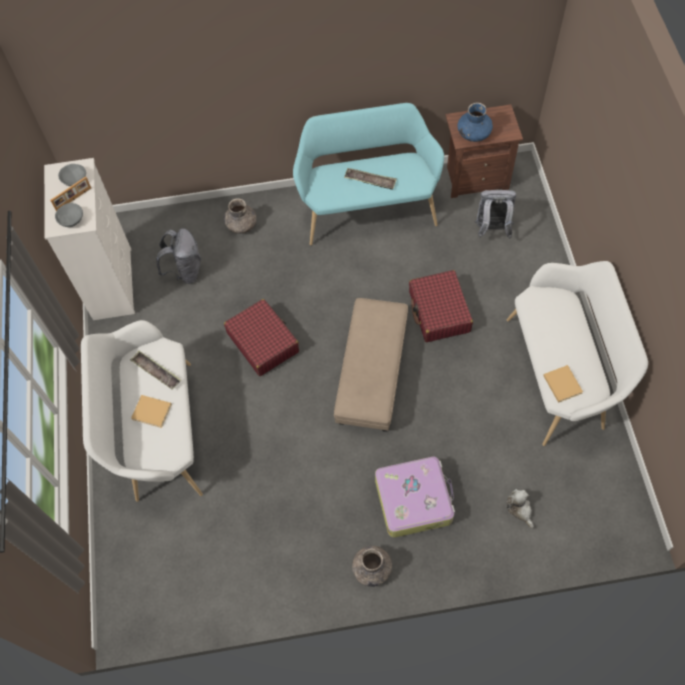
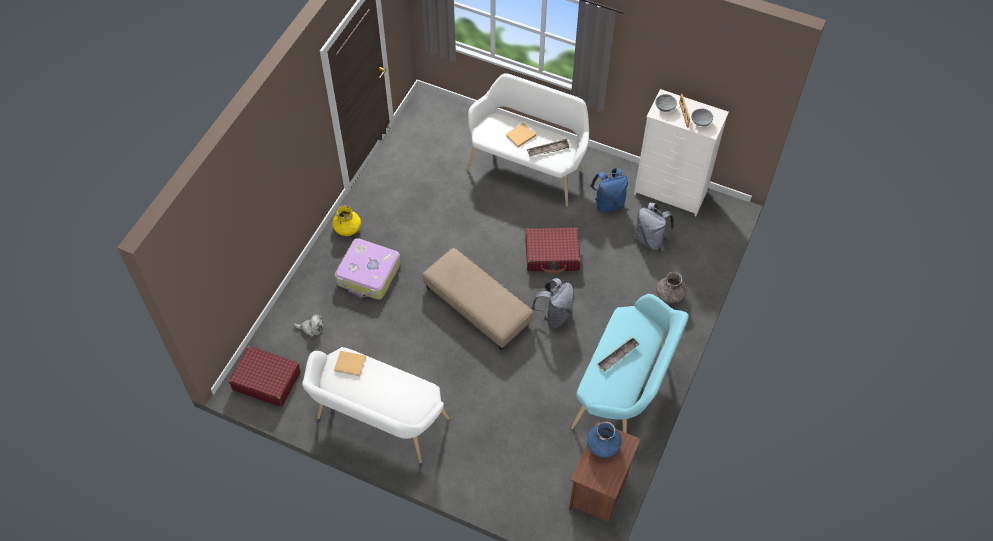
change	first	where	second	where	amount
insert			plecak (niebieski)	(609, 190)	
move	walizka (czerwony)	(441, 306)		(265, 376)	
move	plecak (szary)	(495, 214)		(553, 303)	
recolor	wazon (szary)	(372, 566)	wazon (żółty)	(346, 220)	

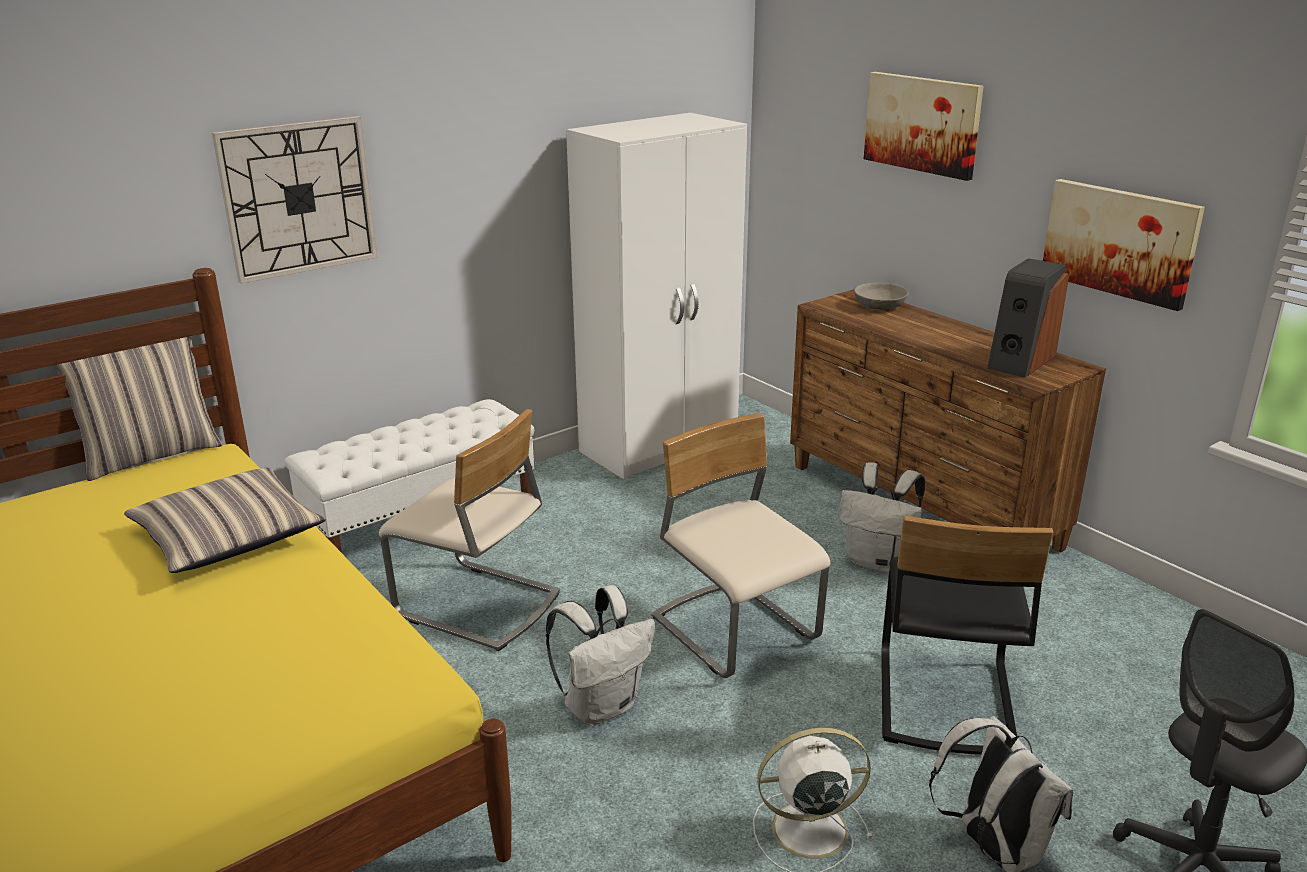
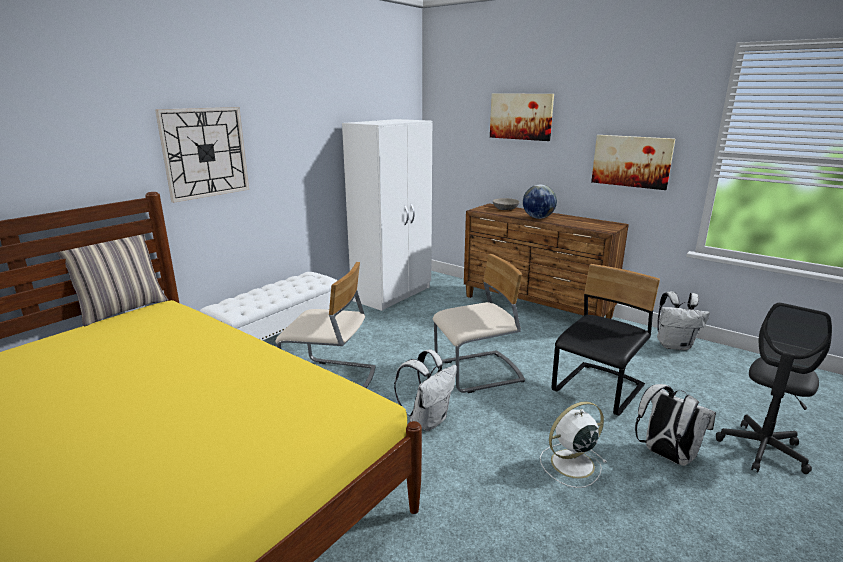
change	first	where	second	where	amount
delete	poduszka	(225, 520)			
delete	głośnik	(1028, 318)			
insert			globus	(540, 201)	
move	plecak (biały)	(882, 517)		(683, 321)	
rotate	krzesło (beżowy)	(741, 545)		(479, 323)	120 degrees clockwise
rotate	krzesło (czarny)	(967, 635)		(605, 340)	135 degrees counterclockwise

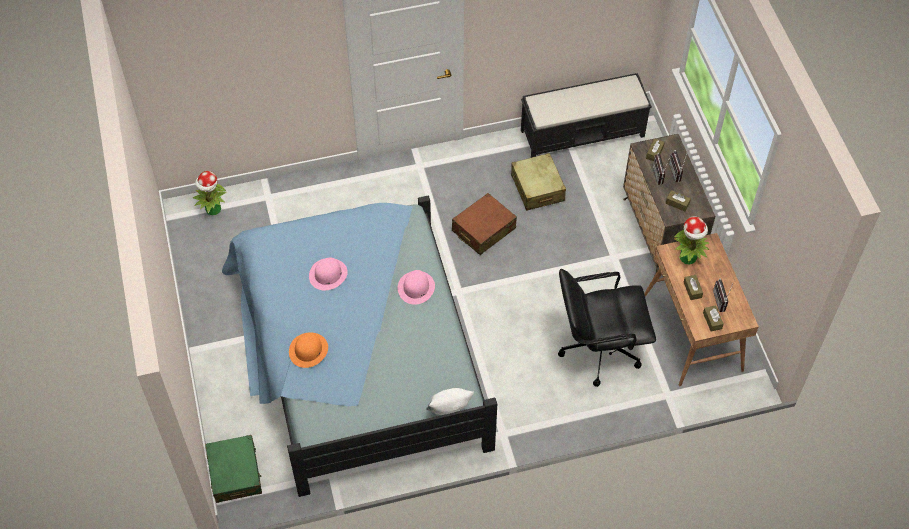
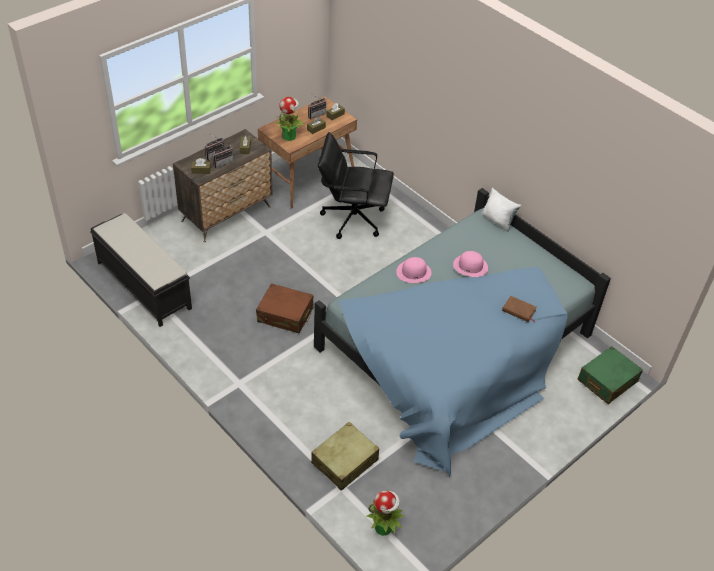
change	first	where	second	where	amount
move	kapelusz (różowy)	(328, 274)		(470, 264)	
move	walizka (beżowy)	(538, 182)		(345, 456)	
replace	kapelusz (pomarańczowy)	(308, 350)	książka (brązowy)	(519, 309)	
rotate	krzesło biurowe (czarny)	(607, 328)		(356, 185)	135 degrees clockwise

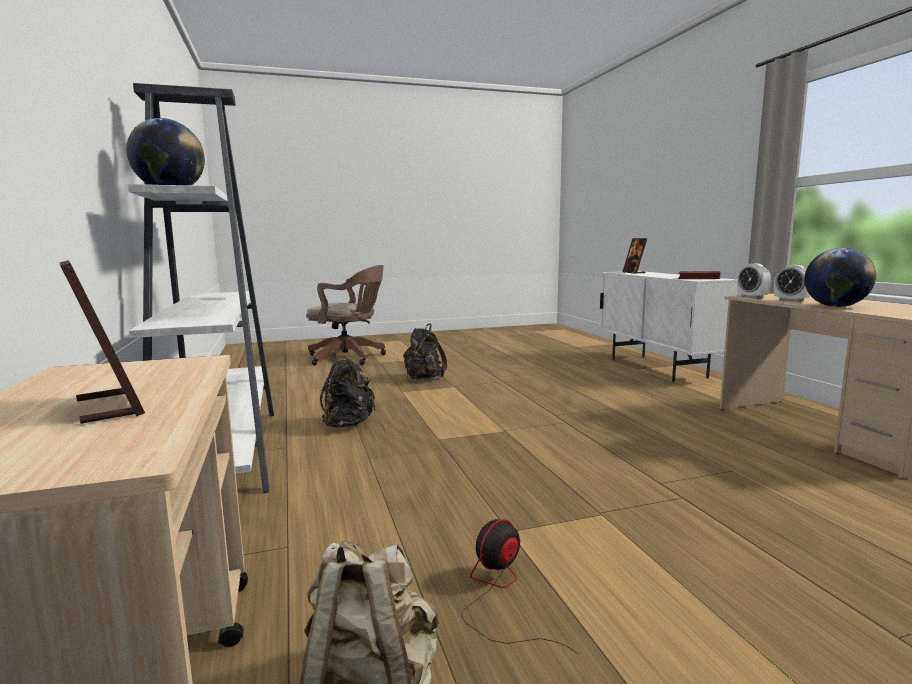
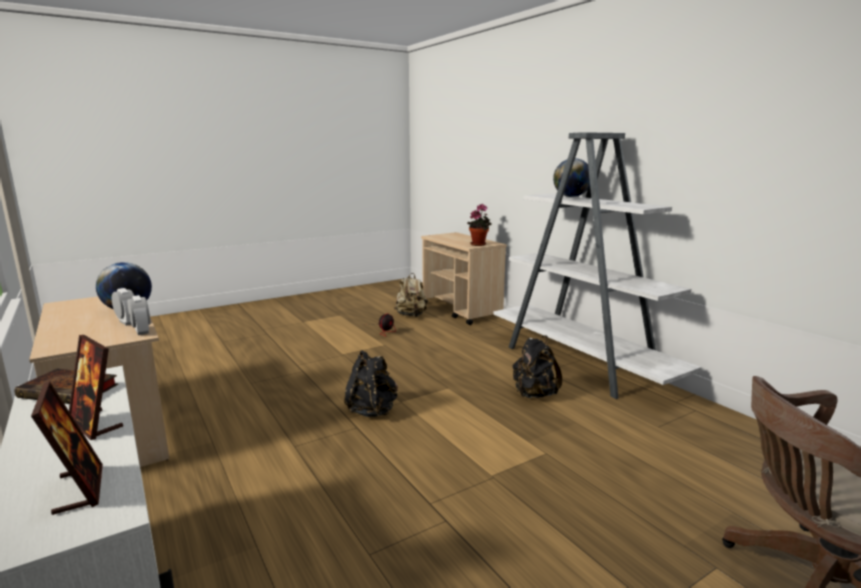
change	first	where	second	where	amount
insert			roślina doniczkowa	(479, 225)	
move	ramka na zdjęcie	(102, 342)		(96, 387)	
move	plecak (czarny)	(425, 352)		(371, 384)	

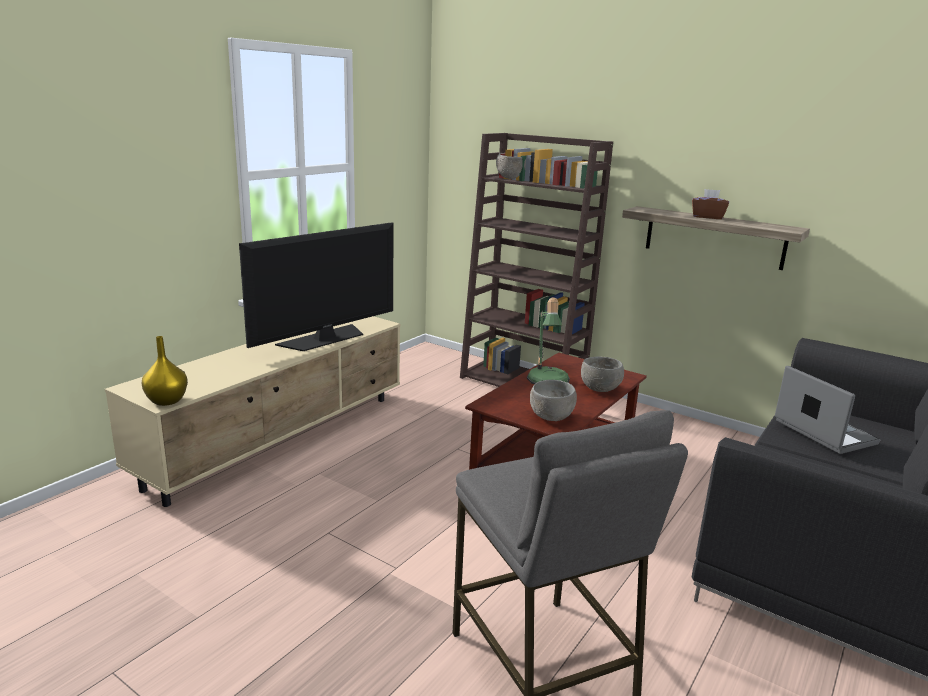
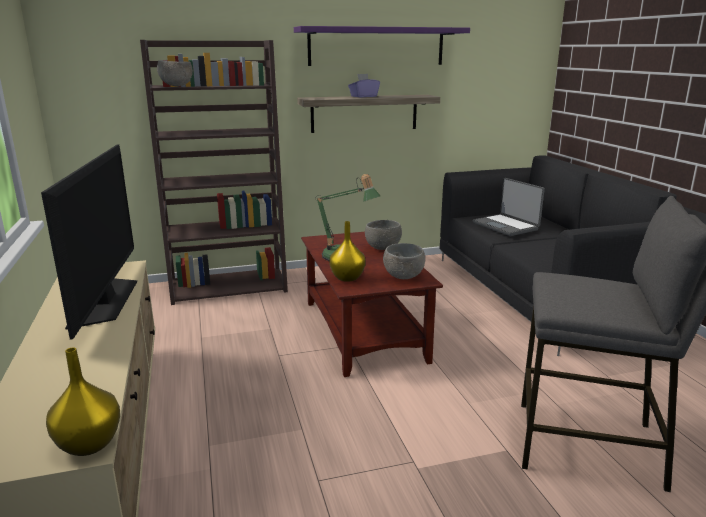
change	first	where	second	where	amount
insert			półka (fioletowy)	(382, 46)	
insert			wazon (żółty)	(347, 251)	
recolor	pudełko chusteczek (brązowy)	(710, 204)	pudełko chusteczek (fioletowy)	(364, 85)	
rotate	laptop	(827, 410)		(509, 207)	135 degrees counterclockwise

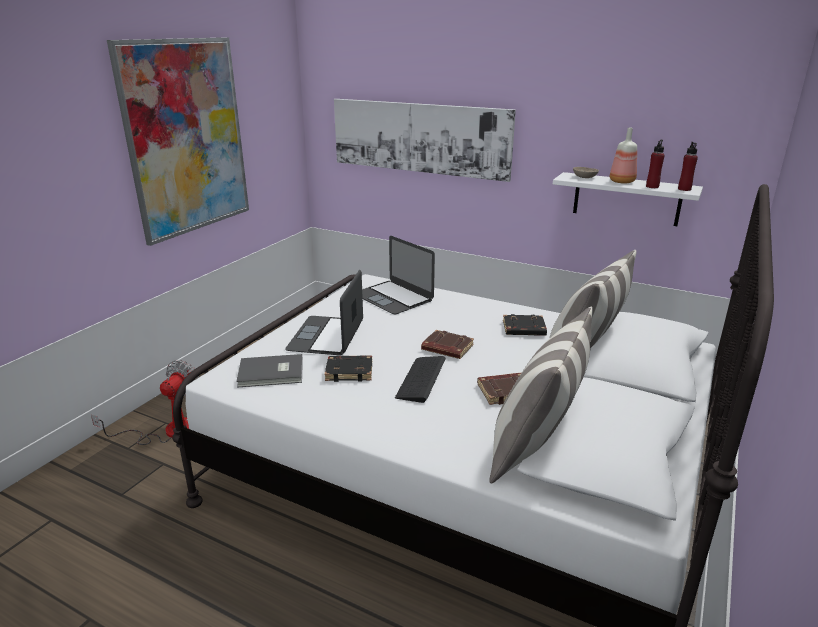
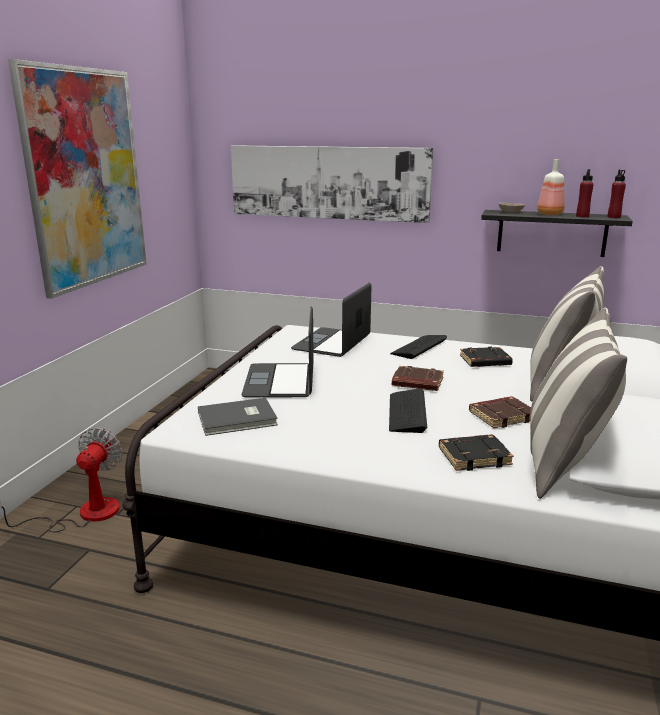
change	first	where	second	where	amount
insert			klawiatura	(418, 347)	
move	książka (czarny)	(348, 369)		(476, 452)	
recolor	półka (biały)	(628, 199)	półka (czarny)	(557, 233)	
rotate	laptop	(398, 275)		(331, 319)	75 degrees clockwise

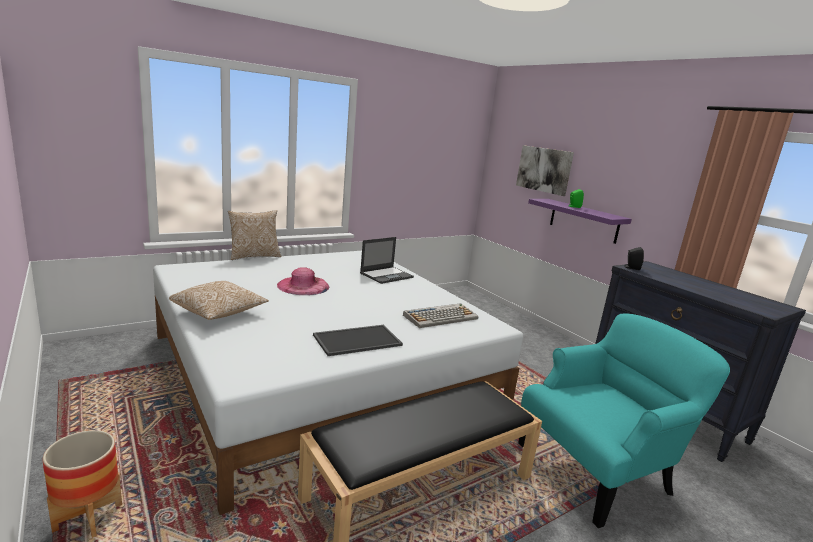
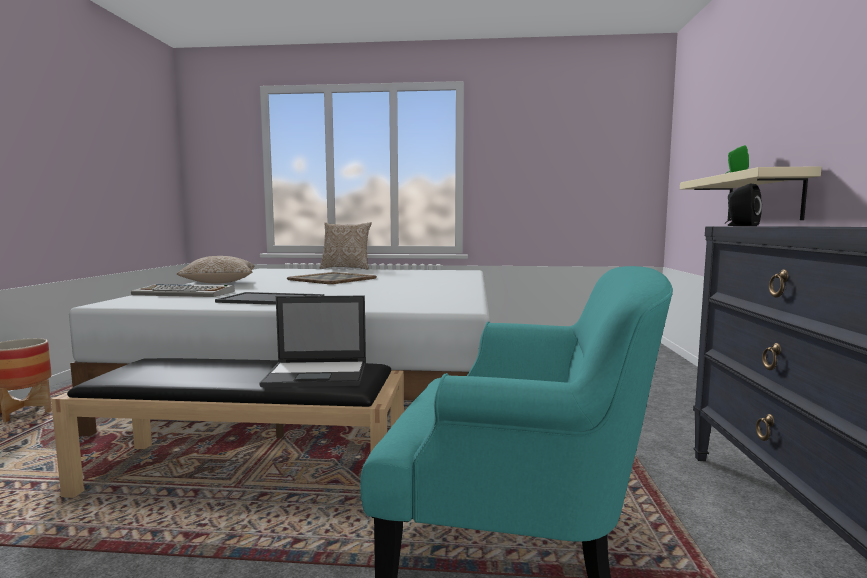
change	first	where	second	where	amount
delete	obraz	(545, 170)			
move	laptop	(387, 260)		(313, 341)	
move	klawiatura	(440, 315)		(183, 290)	
replace	kapelusz (różowy)	(303, 281)	taca	(332, 278)	
recolor	półka (fioletowy)	(580, 221)	półka (beżowy)	(751, 193)	

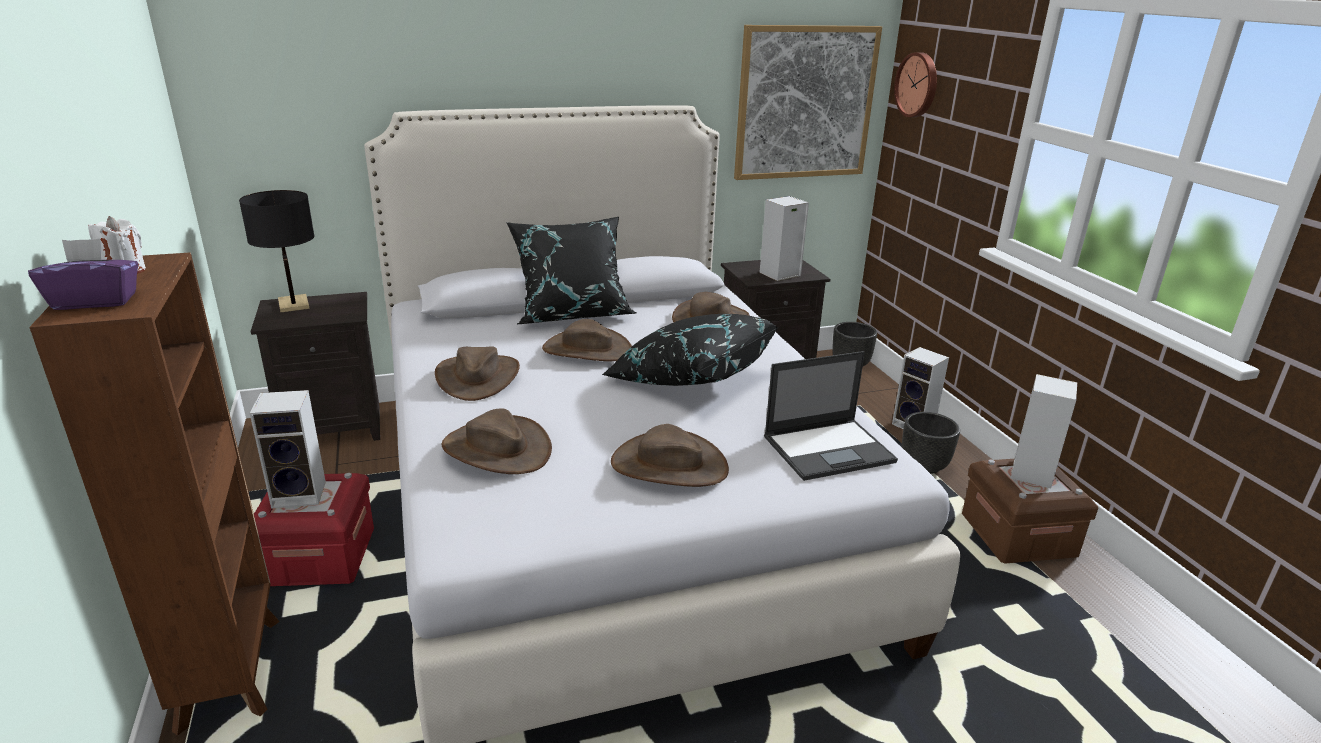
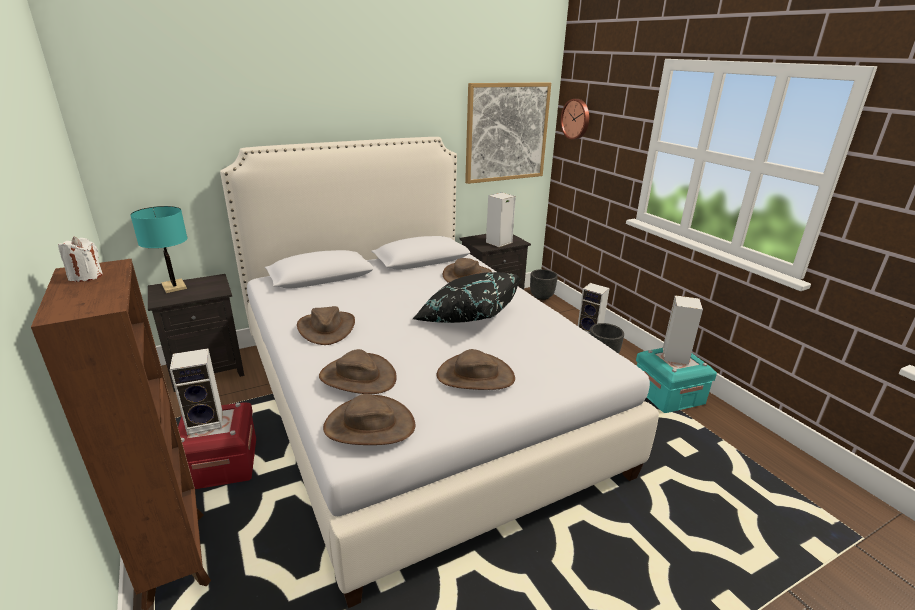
change	first	where	second	where	amount
delete	pudełko chusteczek (fioletowy)	(83, 274)			
delete	poduszka (czarny)	(571, 270)			
delete	laptop	(831, 416)			
move	kapelusz (brązowy)	(587, 340)		(369, 419)	
recolor	lampa stołowa (czarny)	(277, 251)	lampa stołowa (turkusowy)	(158, 249)	
recolor	pojemnik do przechowywania (brązowy)	(1030, 511)	pojemnik do przechowywania (turkusowy)	(676, 380)	

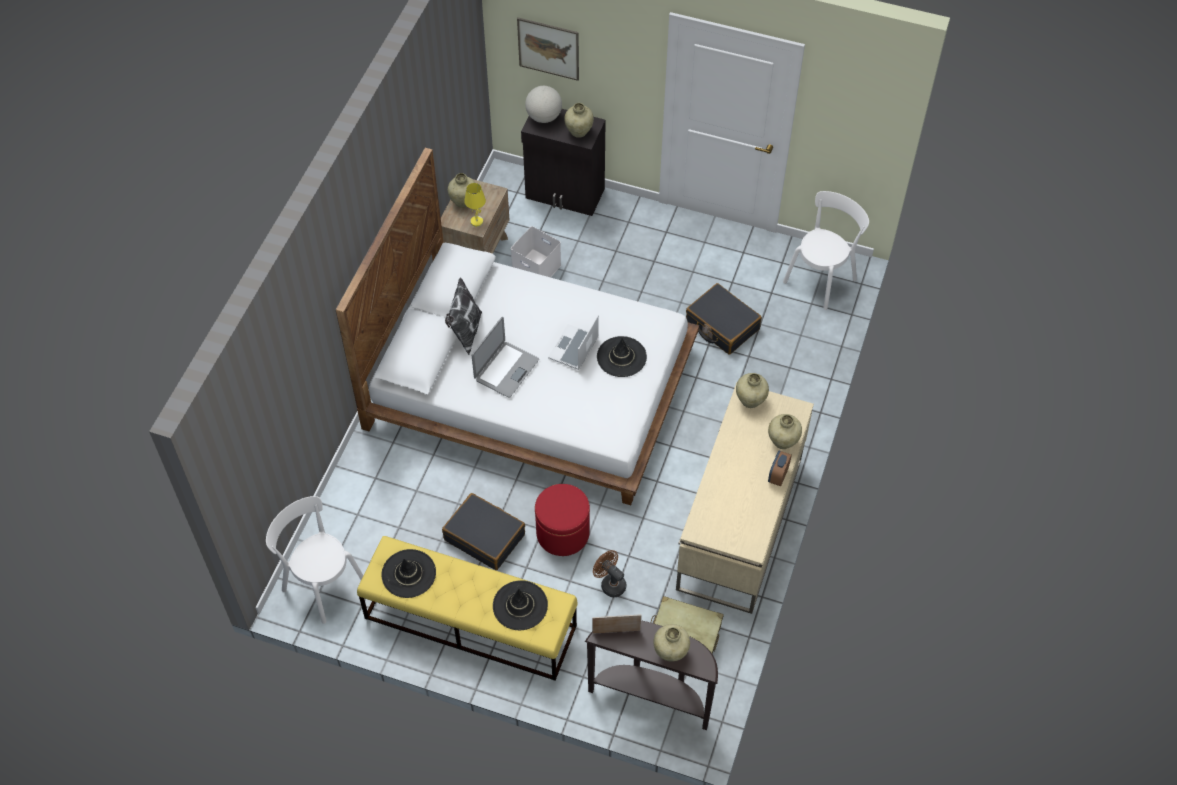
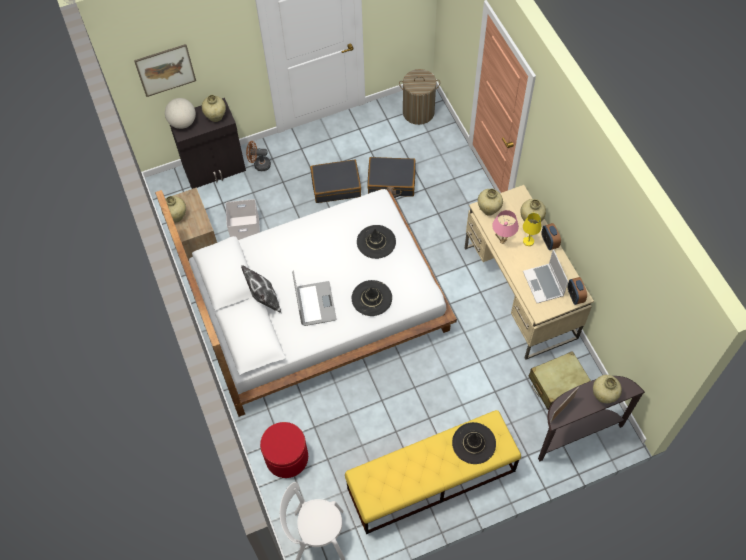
change	first	where	second	where	amount
insert			lampa stołowa (różowy)	(505, 227)	
insert			budzik	(577, 291)	
move	kapelusz (czarny)	(408, 573)		(372, 298)	
move	walizka (czarny)	(483, 531)		(335, 181)	
move	lampa stołowa (żółty)	(475, 205)		(532, 229)	
move	pufa (czerwony)	(562, 520)		(284, 450)	
move	laptop	(573, 342)		(545, 276)	
move	wentylator (brązowy)	(610, 573)		(258, 156)	
replace	krzesło (biały)	(826, 250)	kosz na pranie	(419, 97)	

